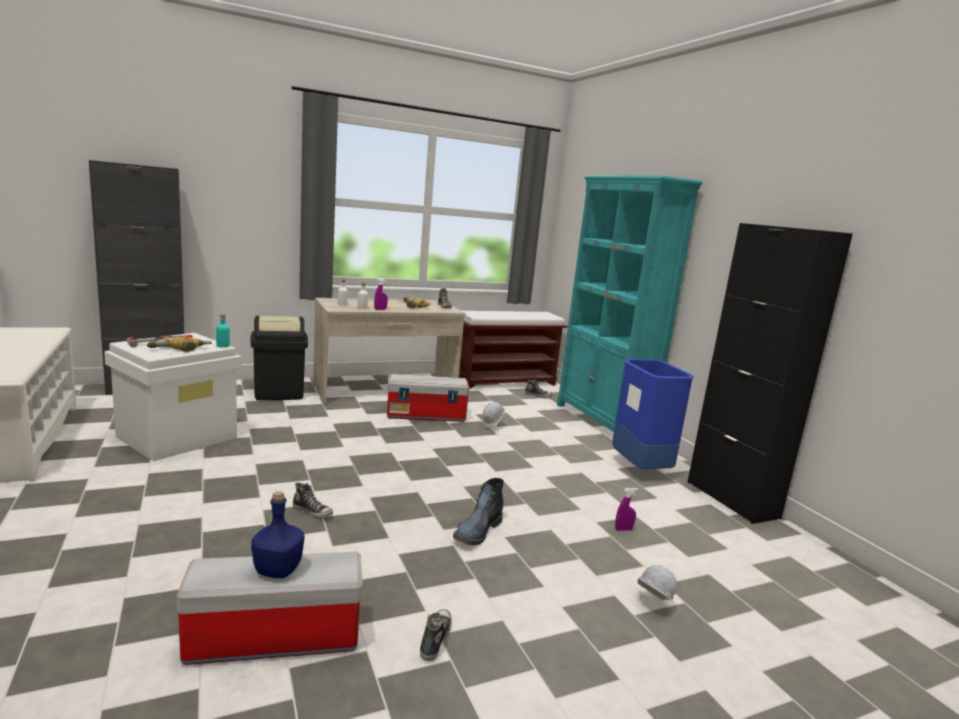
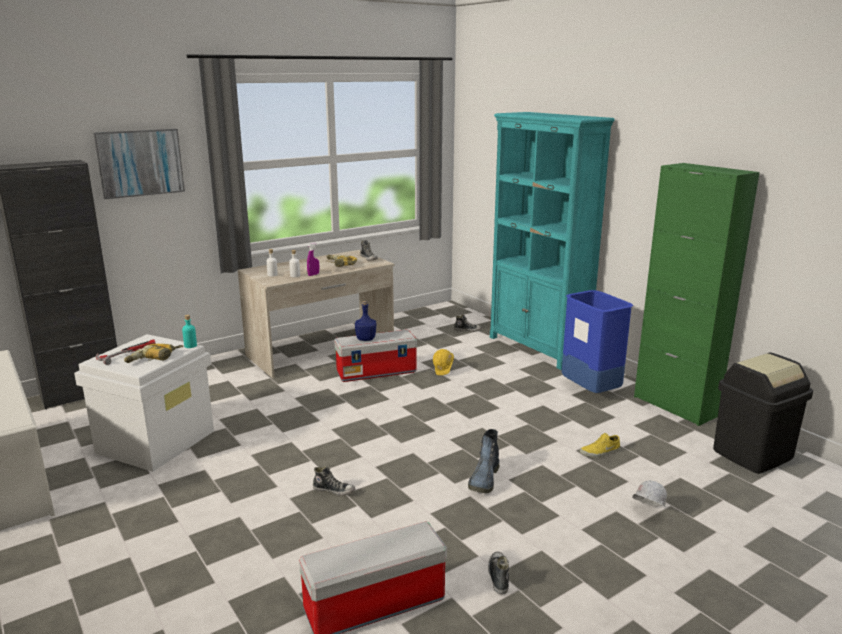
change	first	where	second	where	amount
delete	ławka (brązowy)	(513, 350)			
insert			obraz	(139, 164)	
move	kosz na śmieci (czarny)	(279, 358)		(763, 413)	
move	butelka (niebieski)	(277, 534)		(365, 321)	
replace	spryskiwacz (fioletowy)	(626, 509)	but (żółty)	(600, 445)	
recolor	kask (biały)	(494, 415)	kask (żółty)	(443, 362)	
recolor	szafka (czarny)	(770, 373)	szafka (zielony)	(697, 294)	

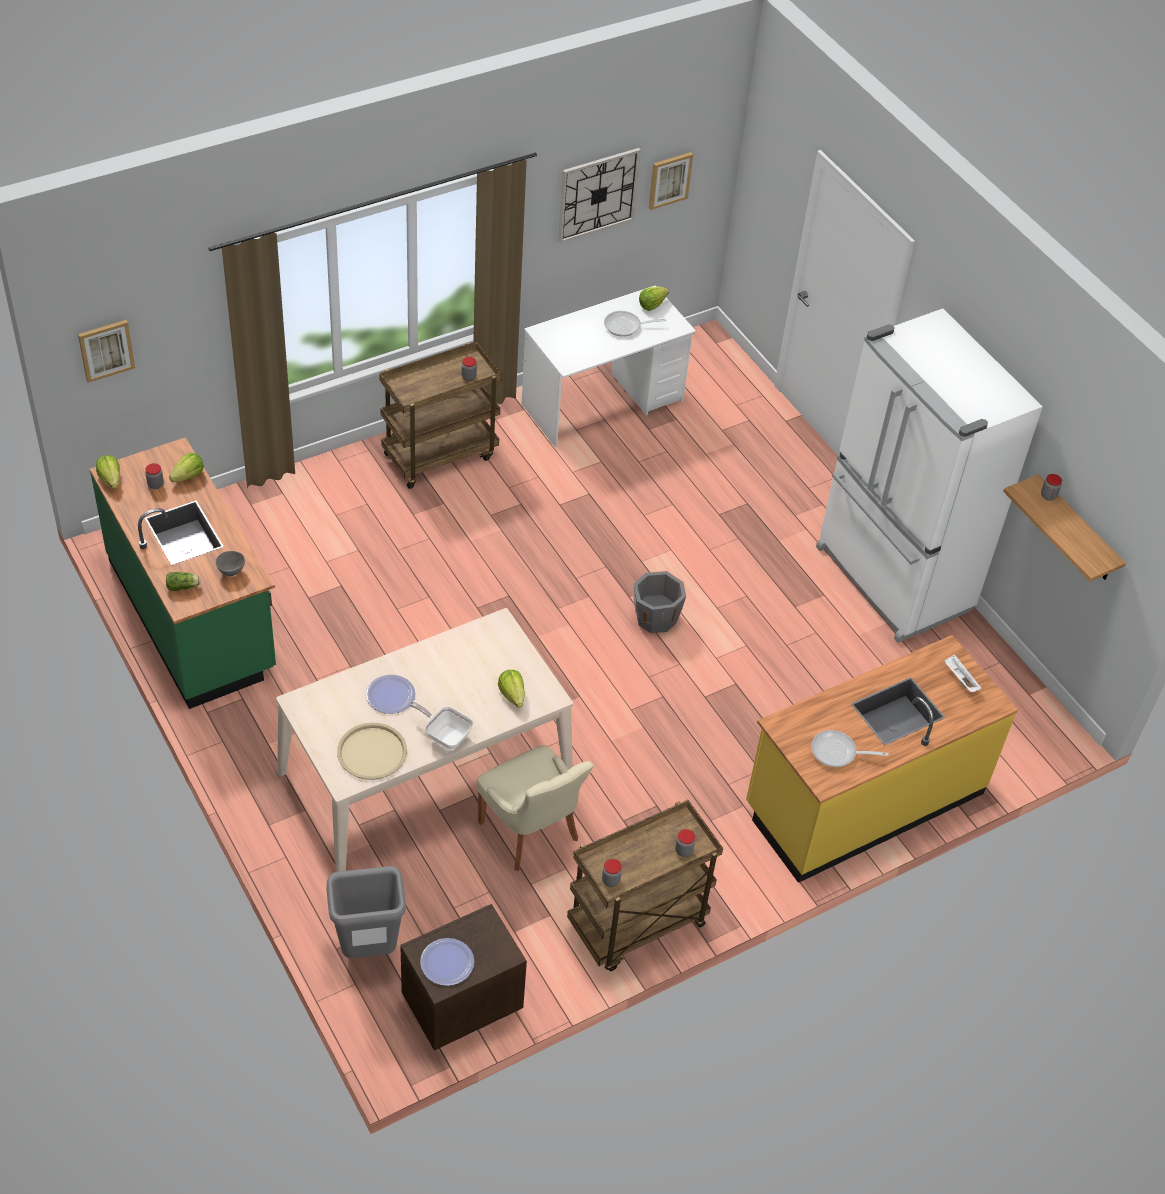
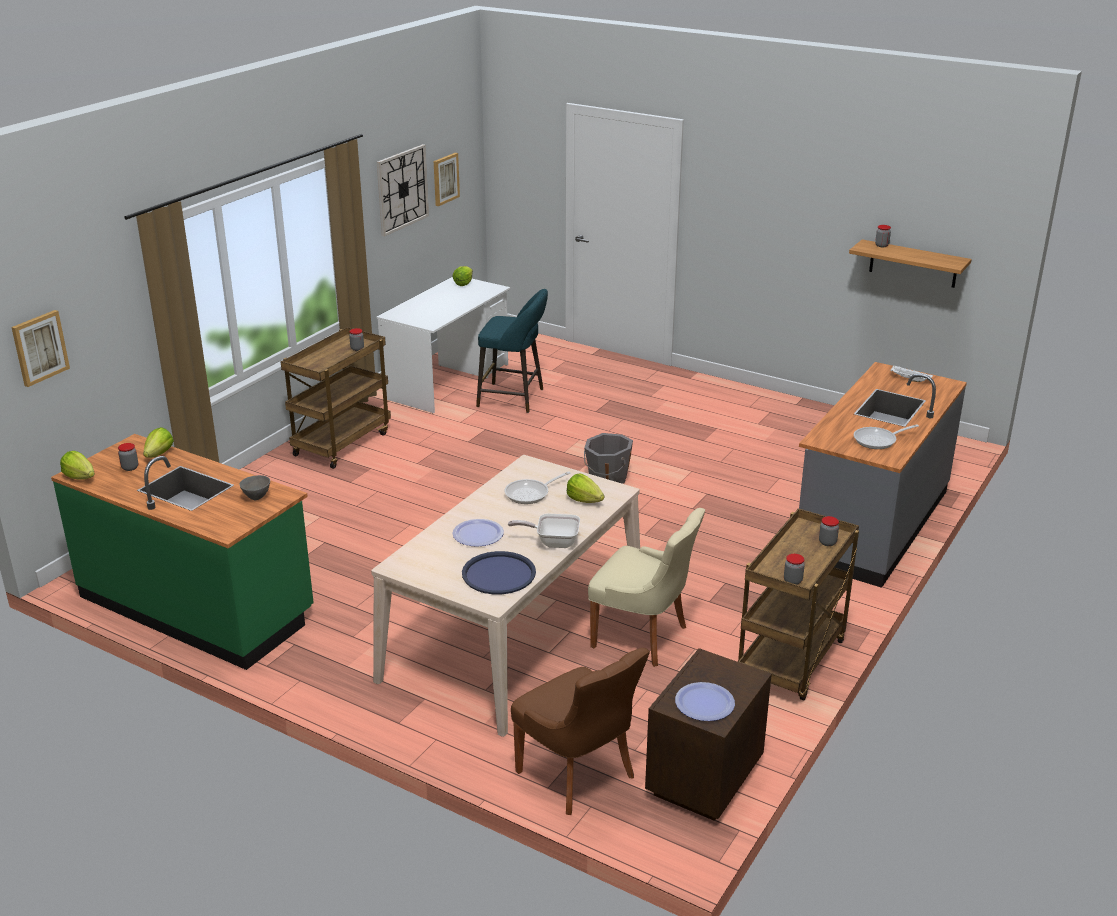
change	first	where	second	where	amount
delete	sałata	(183, 581)			
delete	lodówka (biały)	(929, 476)			
insert			stołek (turkusowy)	(512, 351)	
move	patelnia	(635, 324)		(537, 487)	
replace	kosz na śmieci (szary)	(366, 912)	krzesło (brązowy)	(580, 731)	
recolor	taca (beżowy)	(372, 751)	taca (niebieski)	(499, 572)	
recolor	zabudowa kuchenna (żółty)	(882, 759)	zabudowa kuchenna (szary)	(883, 475)	

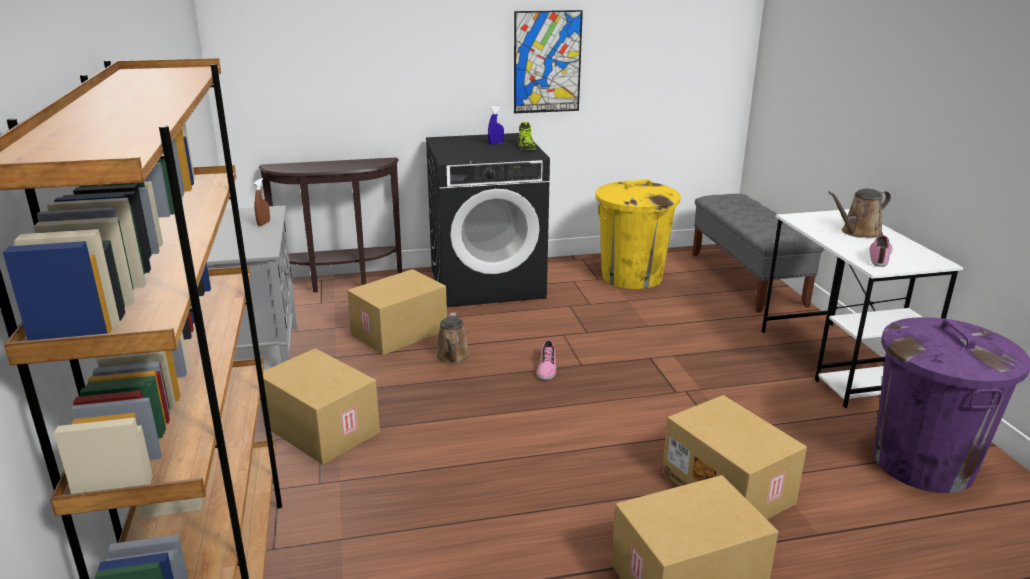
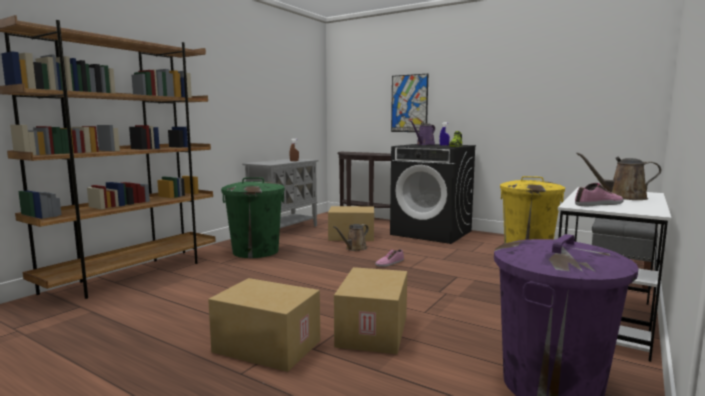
change	first	where	second	where	amount
insert			konewka (fioletowy)	(422, 132)	
move	obraz	(548, 61)		(409, 103)	
replace	karton	(320, 406)	kosz na śmieci (zielony)	(253, 217)	

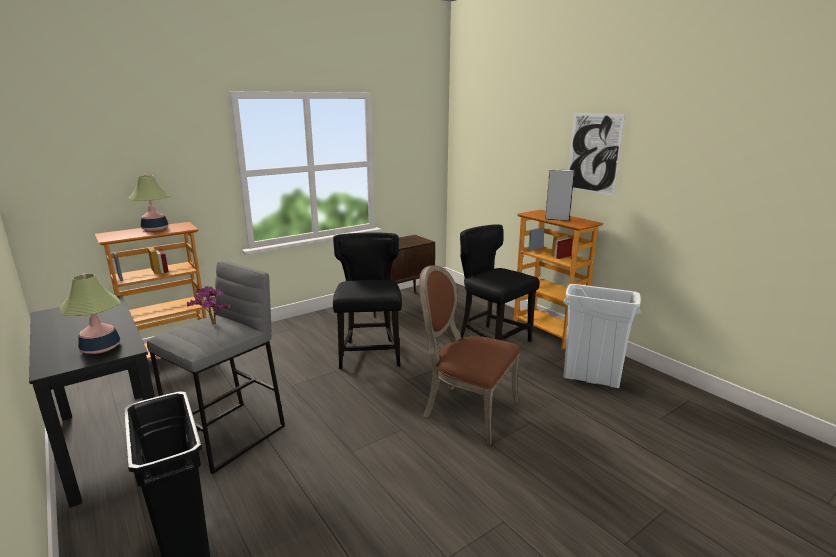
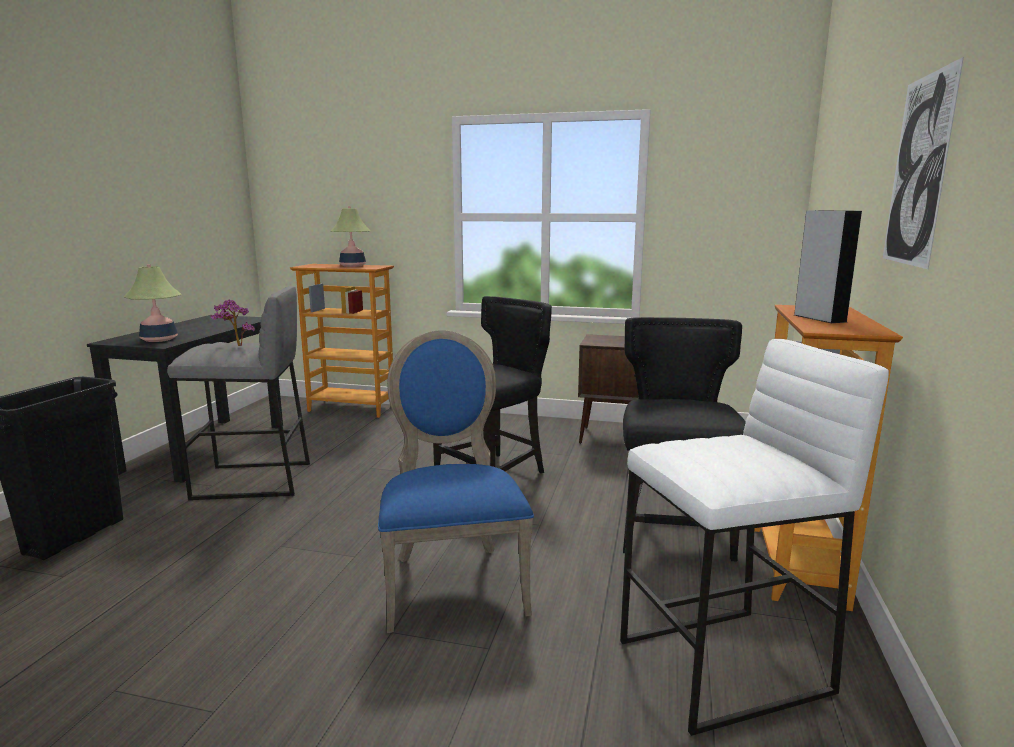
change	first	where	second	where	amount
replace	kosz na śmieci (biały)	(602, 336)	stołek (biały)	(754, 537)	
recolor	krzesło (brązowy)	(469, 355)	krzesło (niebieski)	(456, 481)	

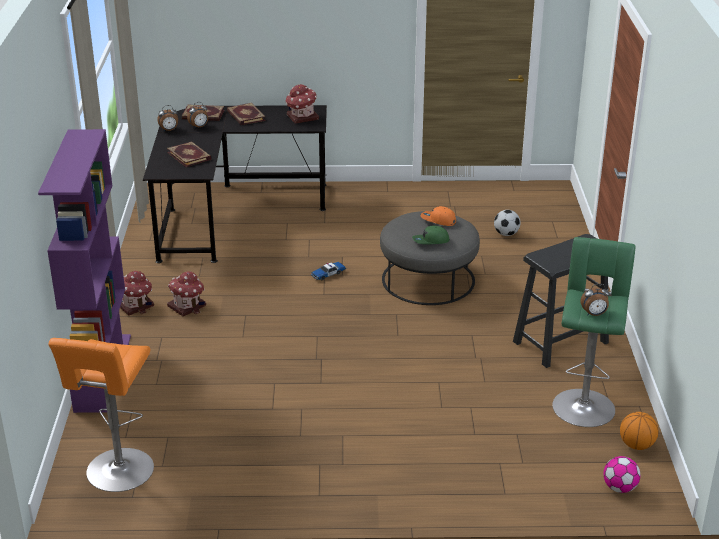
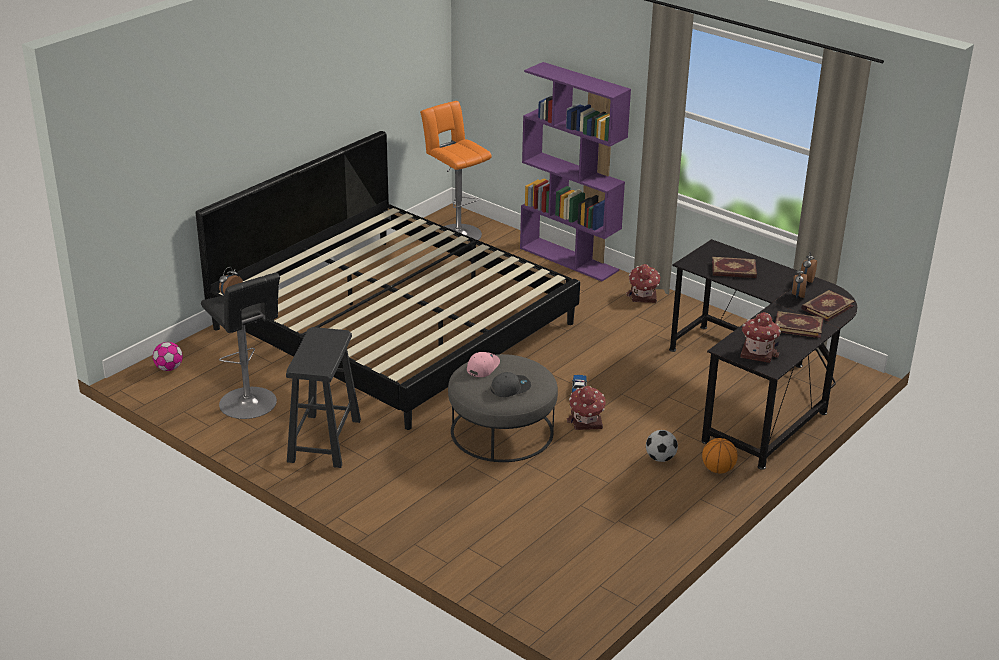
change	first	where	second	where	amount
insert			łóżko	(388, 280)	
move	domek	(186, 294)		(586, 408)	
move	piłka futbolowa	(507, 223)		(662, 446)	
move	piłka do koszykówki	(639, 431)		(720, 456)	
recolor	czapka z daszkiem (zielony)	(431, 235)	czapka z daszkiem (różowy)	(483, 364)	
recolor	czapka z daszkiem (pomarańczowy)	(438, 216)	czapka z daszkiem (szary)	(510, 384)	
recolor	stołek (zielony)	(594, 332)	stołek (czarny)	(240, 346)	

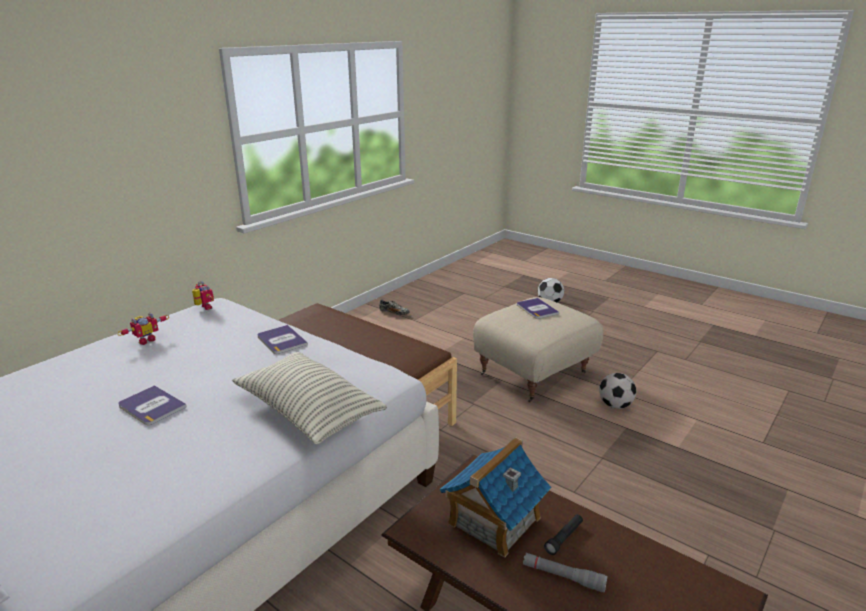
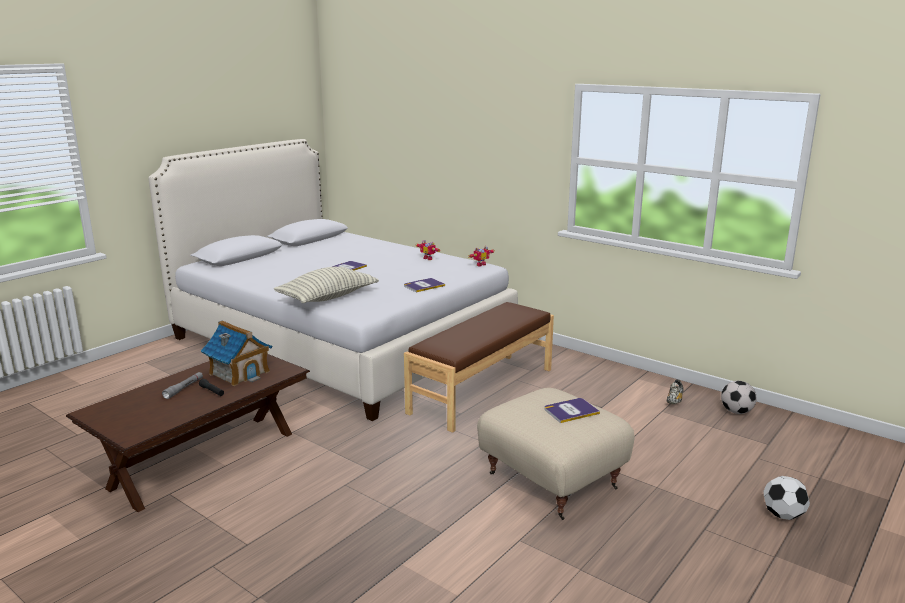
change	first	where	second	where	amount
move	piłka futbolowa	(617, 391)		(739, 397)	

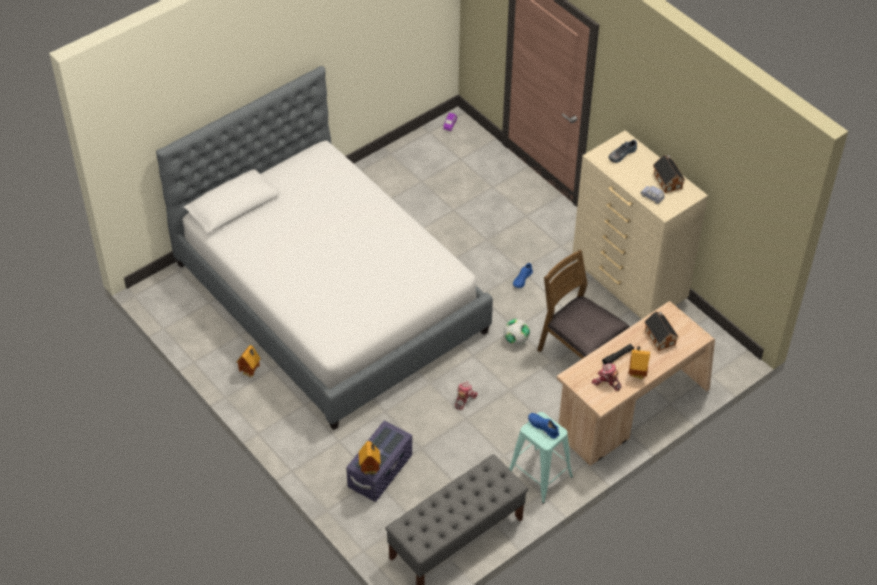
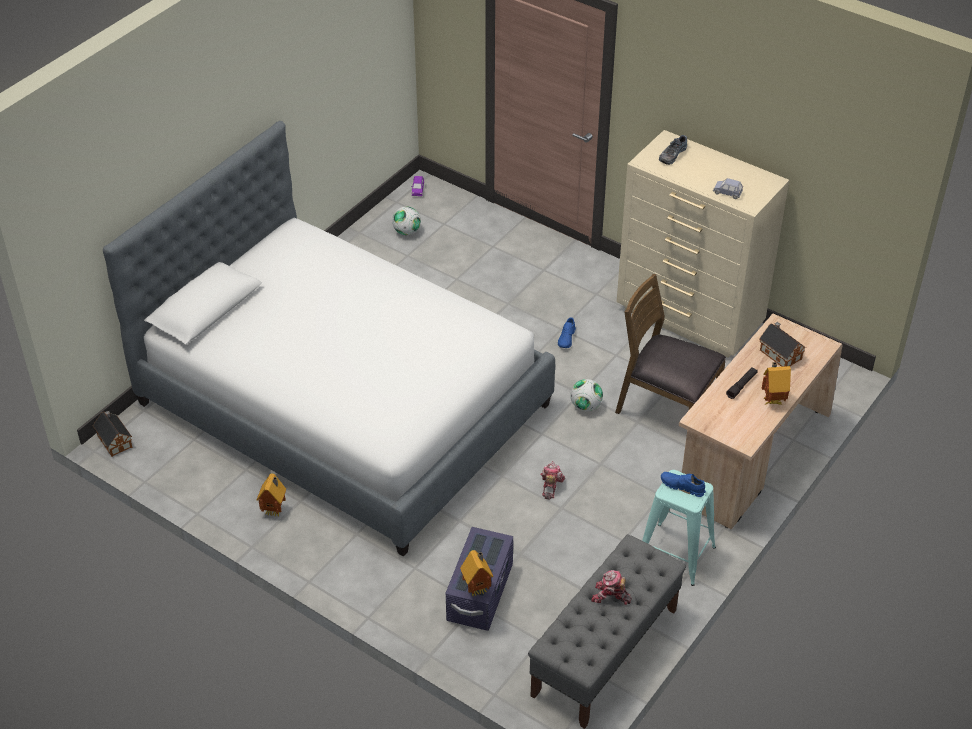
change	first	where	second	where	amount
insert			piłka futbolowa	(406, 220)	
move	robot zabawkowy	(606, 377)		(611, 587)	
move	domek	(669, 174)		(112, 434)	

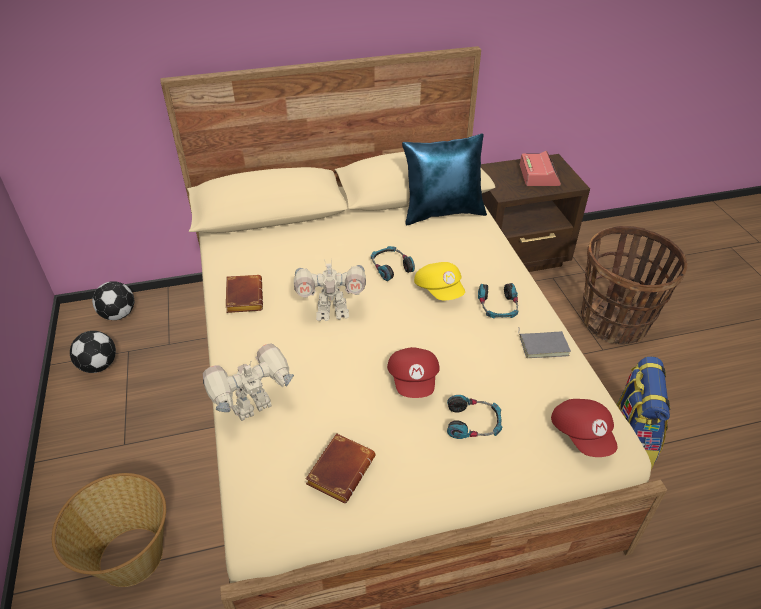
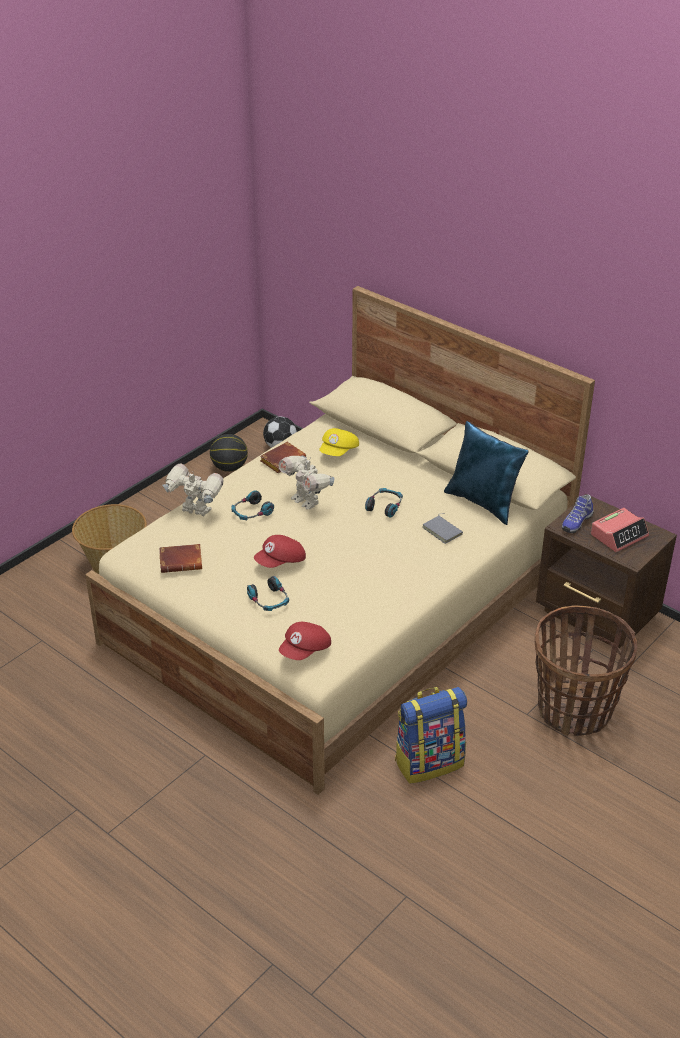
change	first	where	second	where	amount
insert			but	(577, 514)	
move	czapka z daszkiem (żółty)	(439, 281)		(339, 442)	
move	słuchawki	(498, 300)		(253, 505)	
move	książka (szary)	(544, 342)		(442, 528)	
replace	piłka futbolowa	(93, 352)	piłka do koszykówki	(229, 453)	

